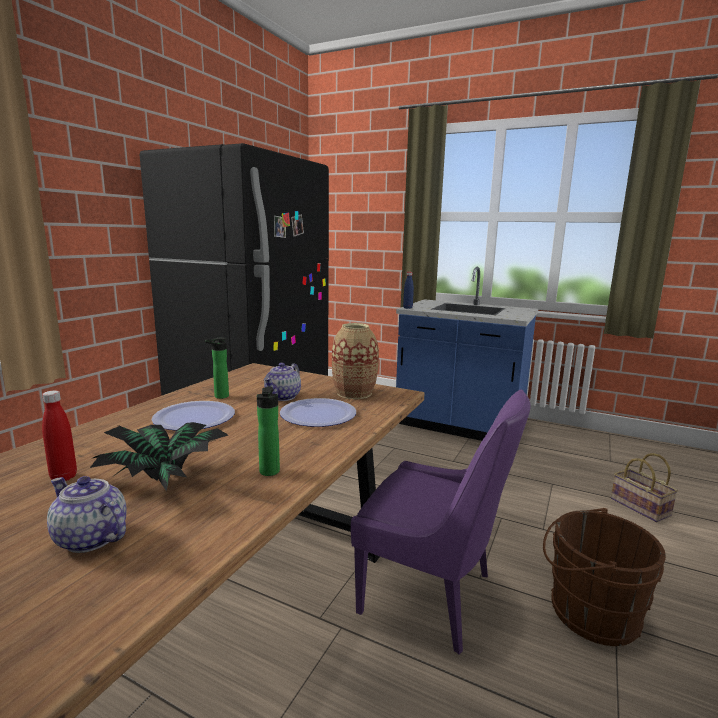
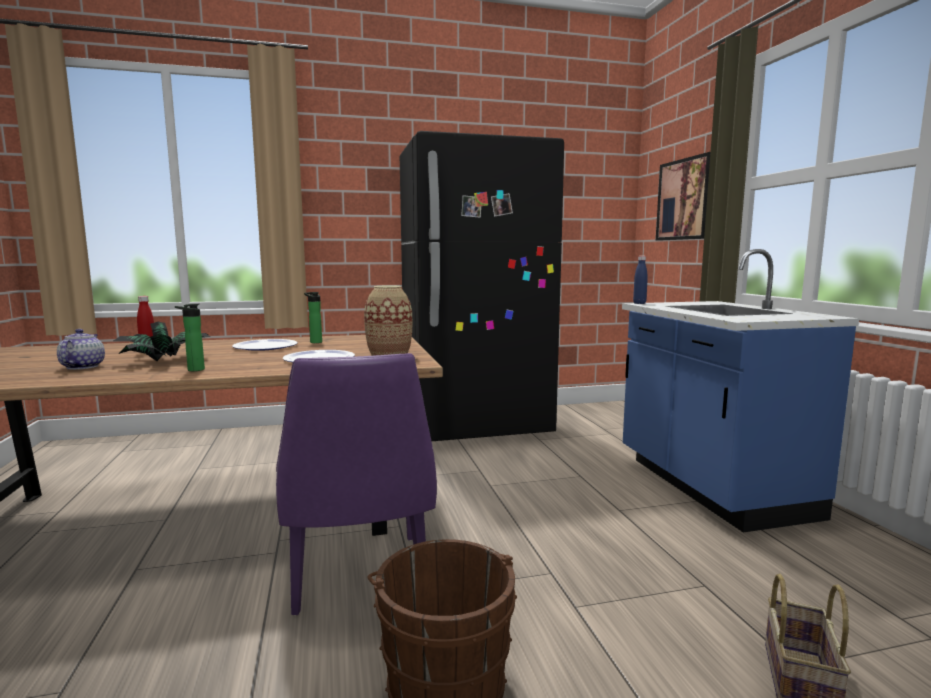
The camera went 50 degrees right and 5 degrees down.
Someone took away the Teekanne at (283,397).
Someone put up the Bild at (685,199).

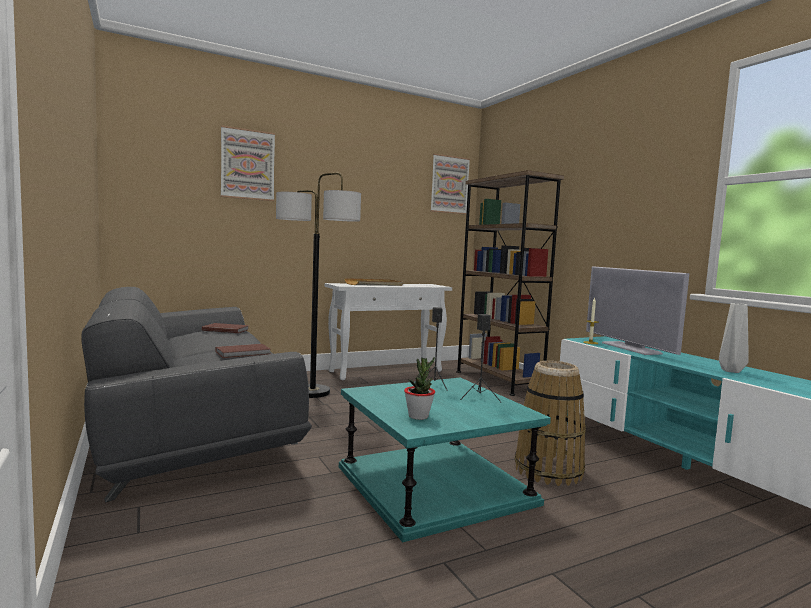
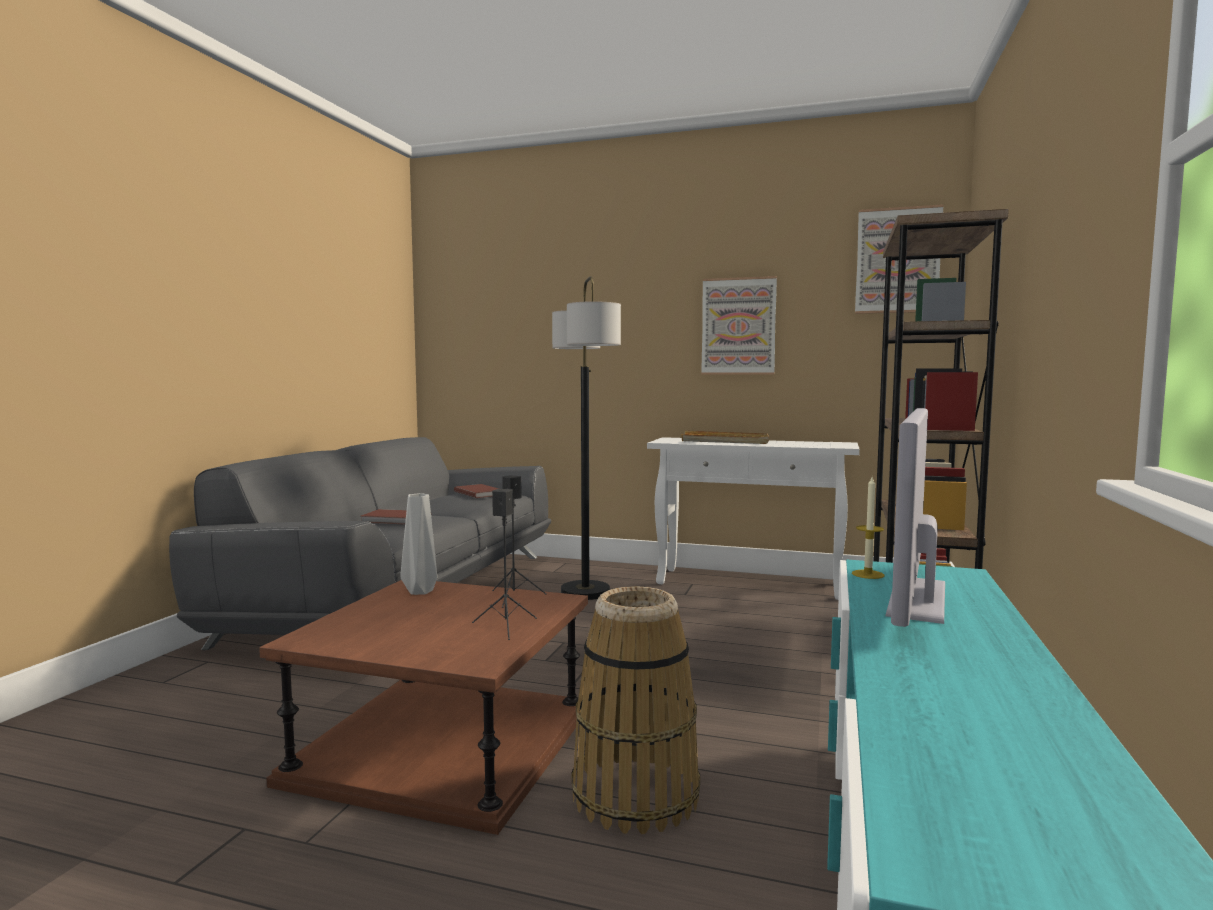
The camera went 45 degrees right and 0 degrees up.
Someone took away the Topfpflanze at (418,416).
Someone carried the Bild from (247,164) to (738,326).
Someone carried the Vase (grau) from (730,370) to (421,591).
Someone repainted the Beistelltisch (türkis) at (434,485), which became the Beistelltisch (braun) at (443,744).

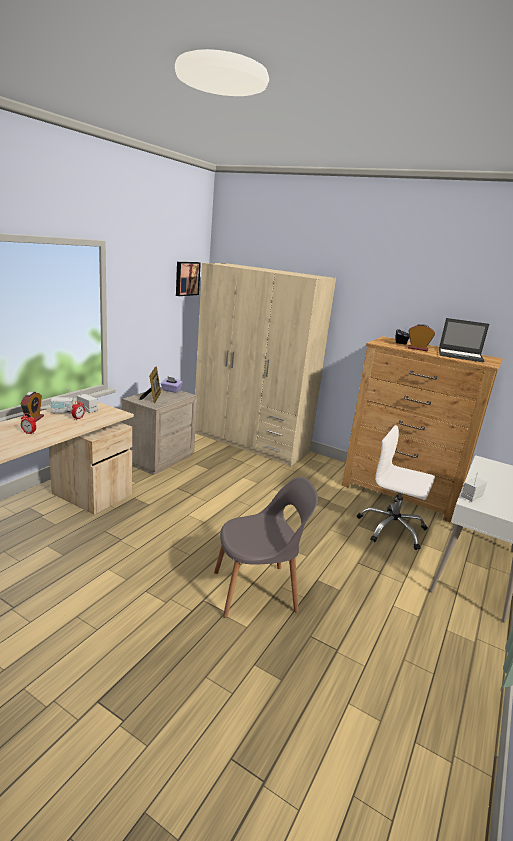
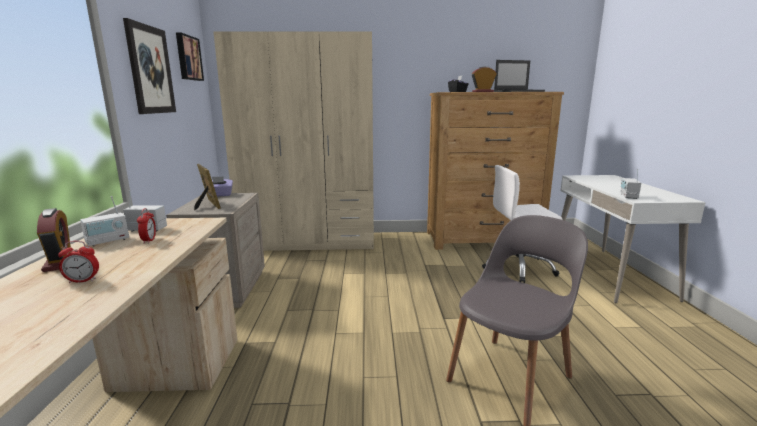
The camera went 30 degrees left and 5 degrees down.
Someone put up the Bild at (150,70).

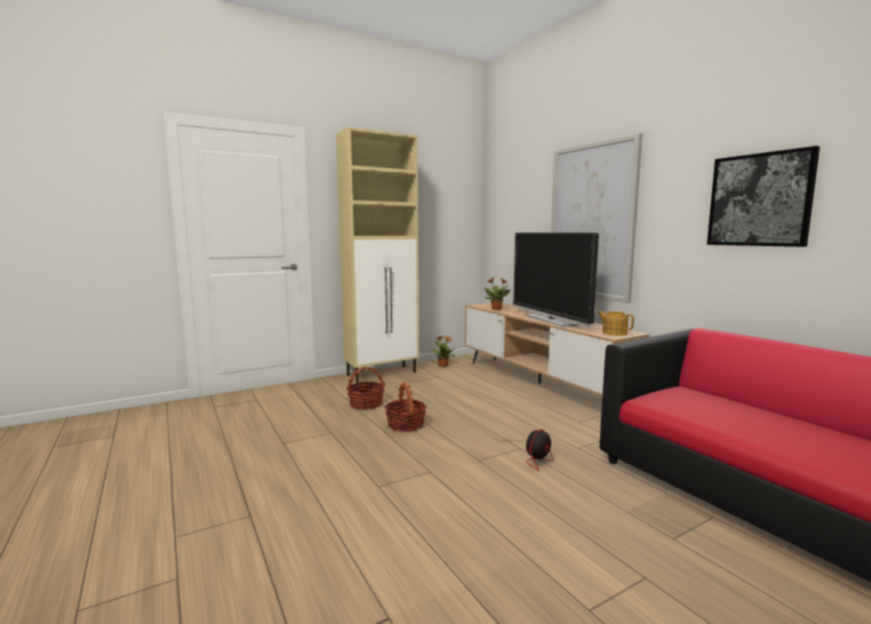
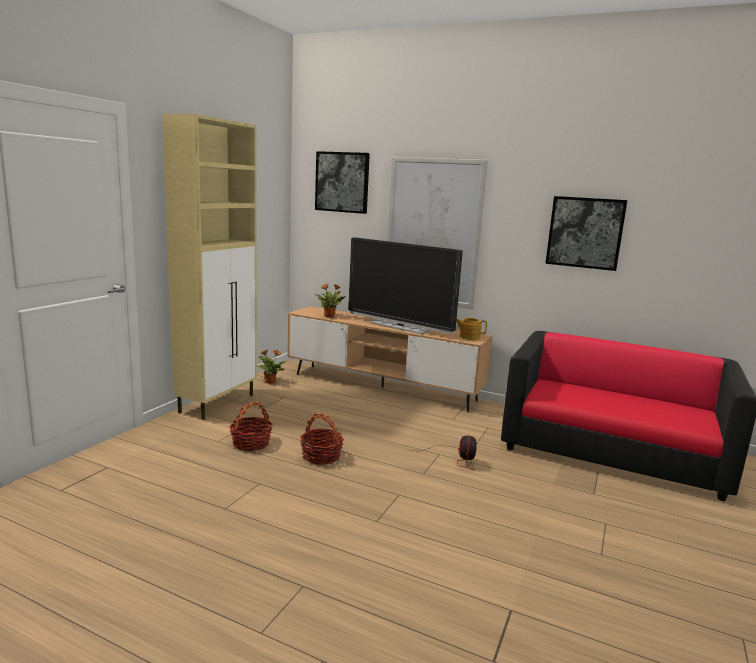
The camera went 35 degrees left and 5 degrees up.
Someone put up the Bild at (342,182).

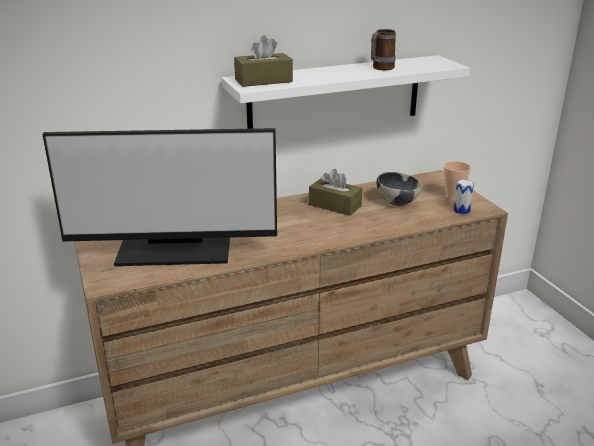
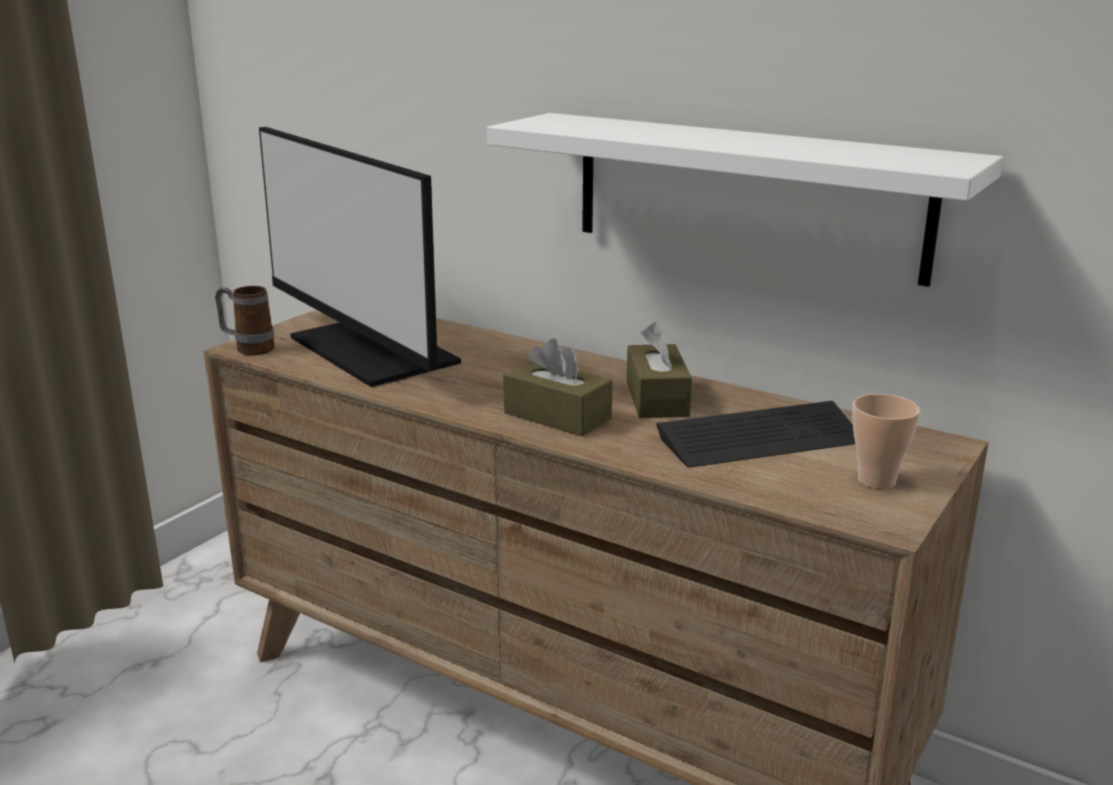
The camera went 55 degrees right and 5 degrees down.
Someone took away the Dose at (461,210).
Someone carried the Taschentuchbox (braun) from (263,81) to (557,416).
Someone carried the Henkelbecher from (380,68) to (248,349).
Someone swapped the Schüssel at (397,202) for the Tastatur at (759,438).

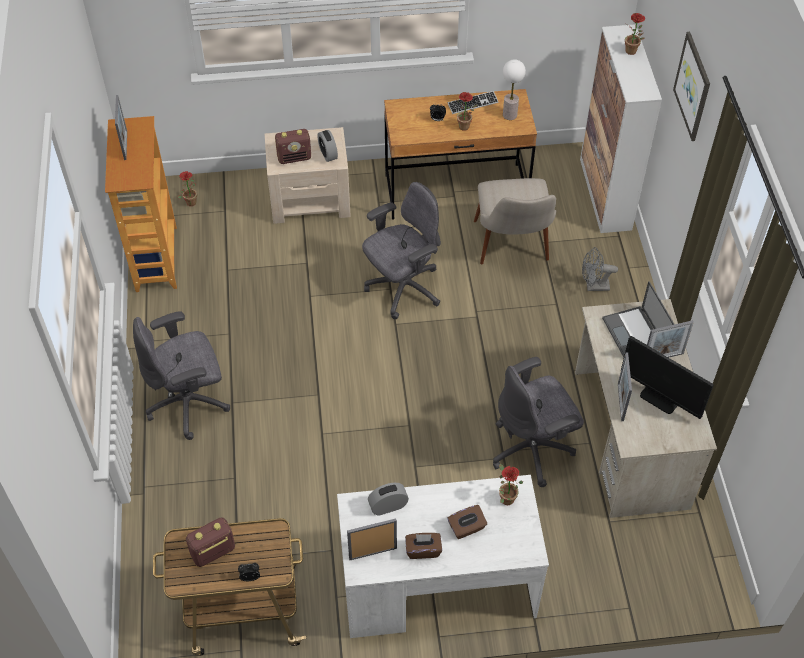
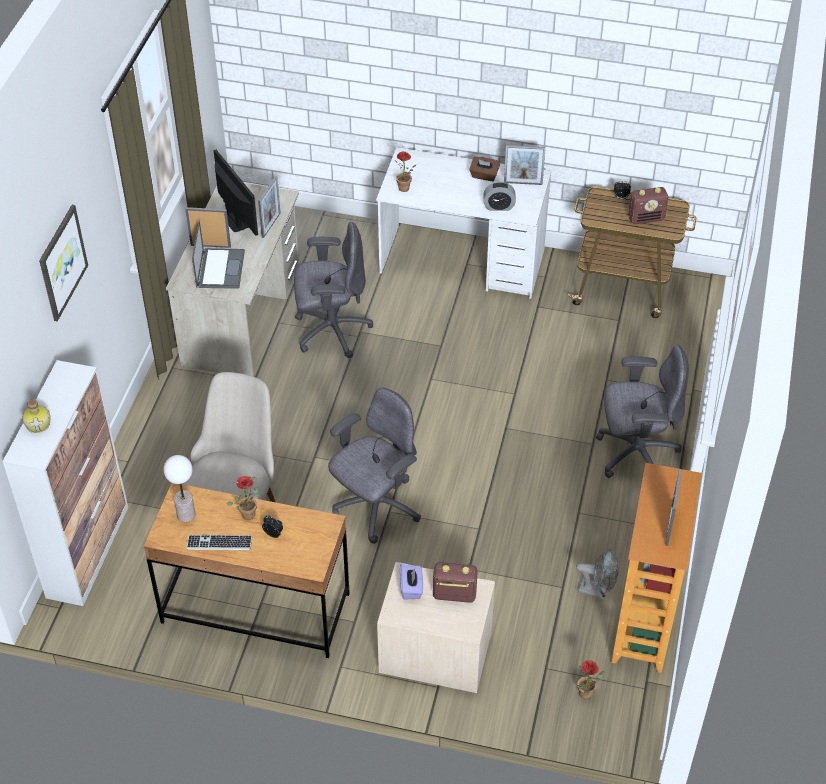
The camera went 160 degrees left and 5 degrees down.
Someone took away the Taschentuchbox (braun) at (467,528).
Someone carried the Ventilator (grau) from (593,286) to (597,591).
Someone swapped the Wecker at (328,154) for the Taschentuchbox (lila) at (411,588).
Someone swapped the Topfpflanze at (632,52) for the Flasche at (38,424).
Someone rotated the Bürostuhl (grau) at (403,289) by 150 degrees clockwise.

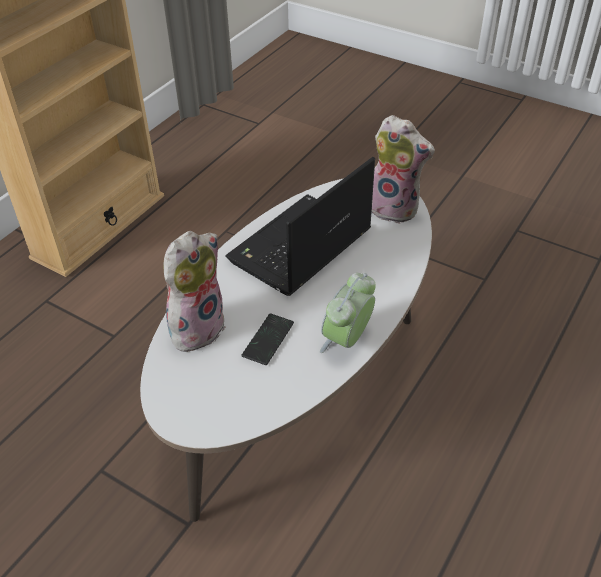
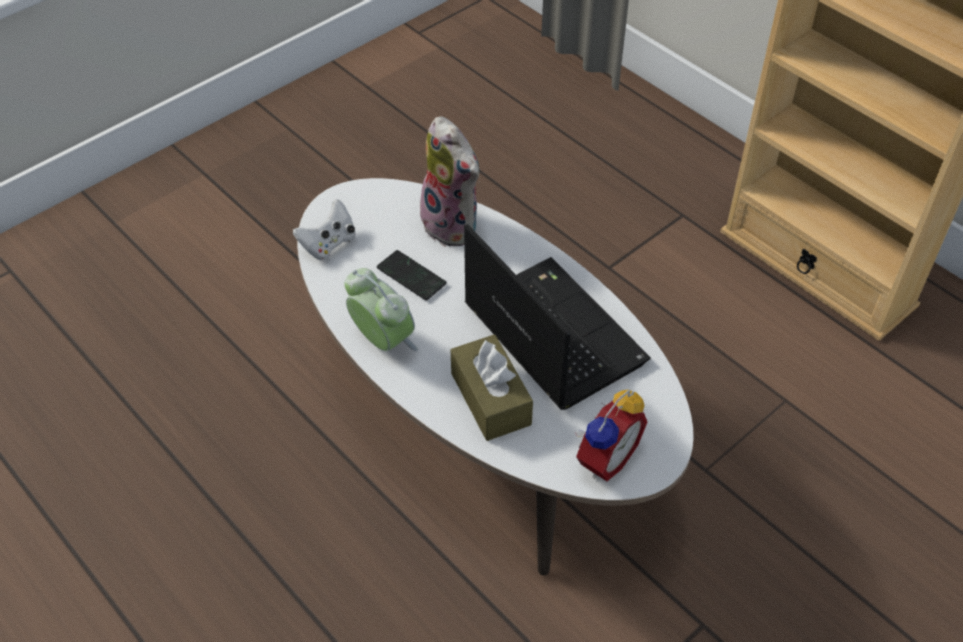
The camera went 105 degrees right and 5 degrees up.
Someone put down the Gamepad (weiß) at (328,244).
Someone put down the Taschentuchbox (braun) at (490,399).
Someone swapped the Plüschtier at (394,208) for the Wecker at (603,458).

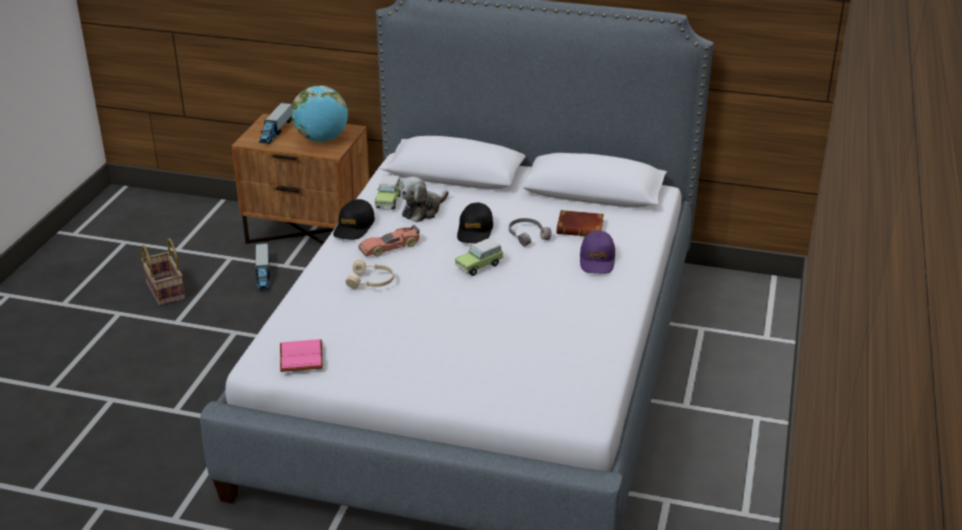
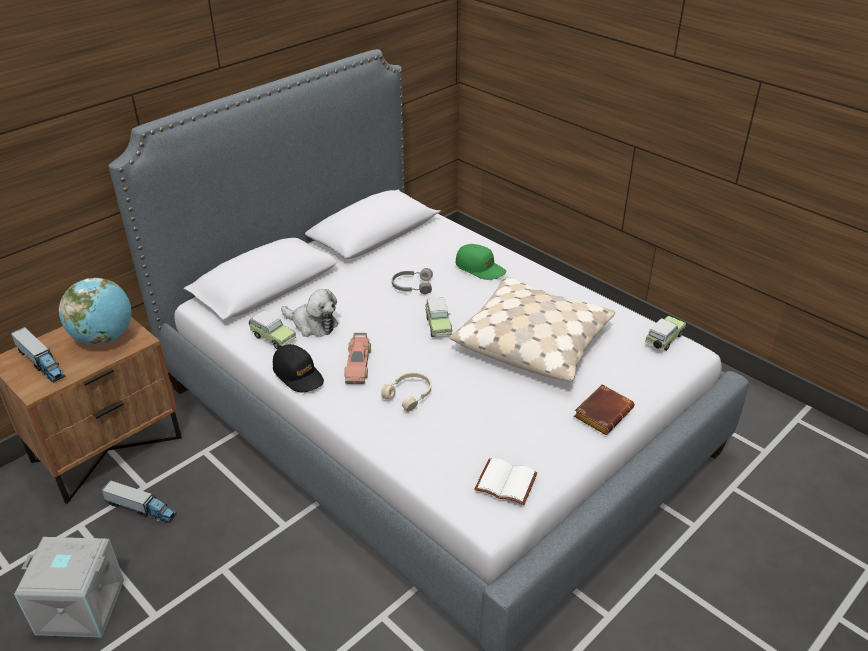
The camera went 60 degrees left and 5 degrees up.
Someone took away the Kappe (schwarz) at (475,231).
Someone put down the Kissen (beige) at (533,341).
Someone put down the Spielzeugauto at (663,340).
Someone carried the Buch (braun) from (581,228) to (602,412).
Someone swapped the Korb at (164,291) for the Aufbewahrungsbox (grau) at (79,608).
Someone repainted the Buch (rosa) at (300,356), which became the Buch (weiß) at (504,483).
Someone repainted the Kappe (lila) at (597,260), which became the Kappe (grün) at (480,268).
Someone rotated the Plüschtier at (423,210) by 45 degrees counterclockwise.

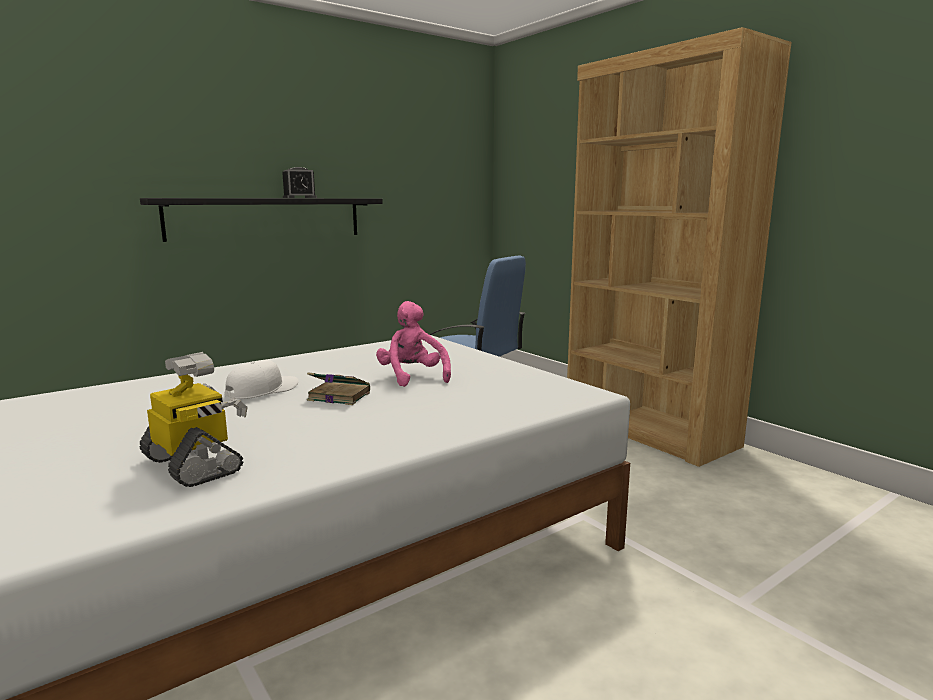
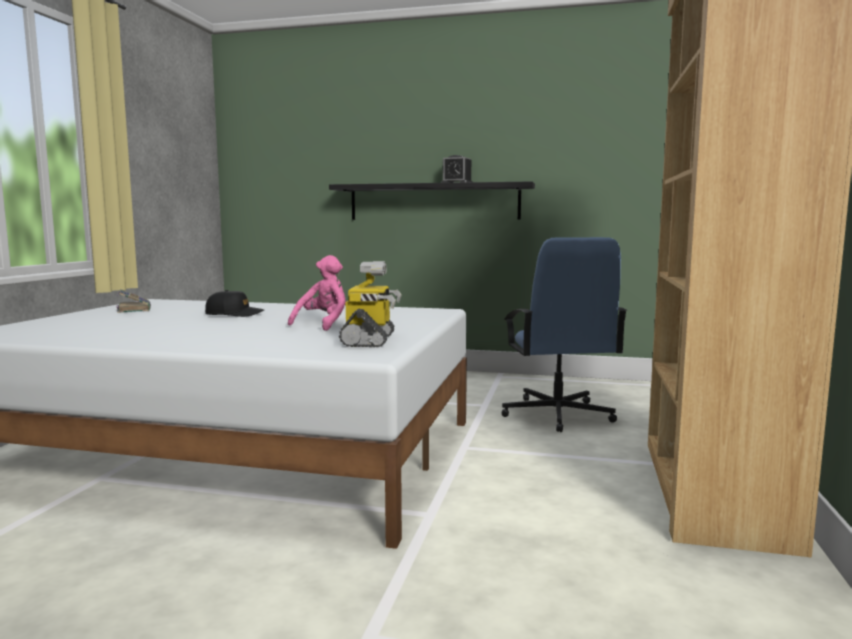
The camera went 50 degrees right and 5 degrees down.
Someone carried the Spielzeugroboter from (194,465) to (370,340).
Someone carried the Buch from (338,396) to (134,309).
Someone repainted the Kappe (weiß) at (262,390), which became the Kappe (schwarz) at (234,314).

